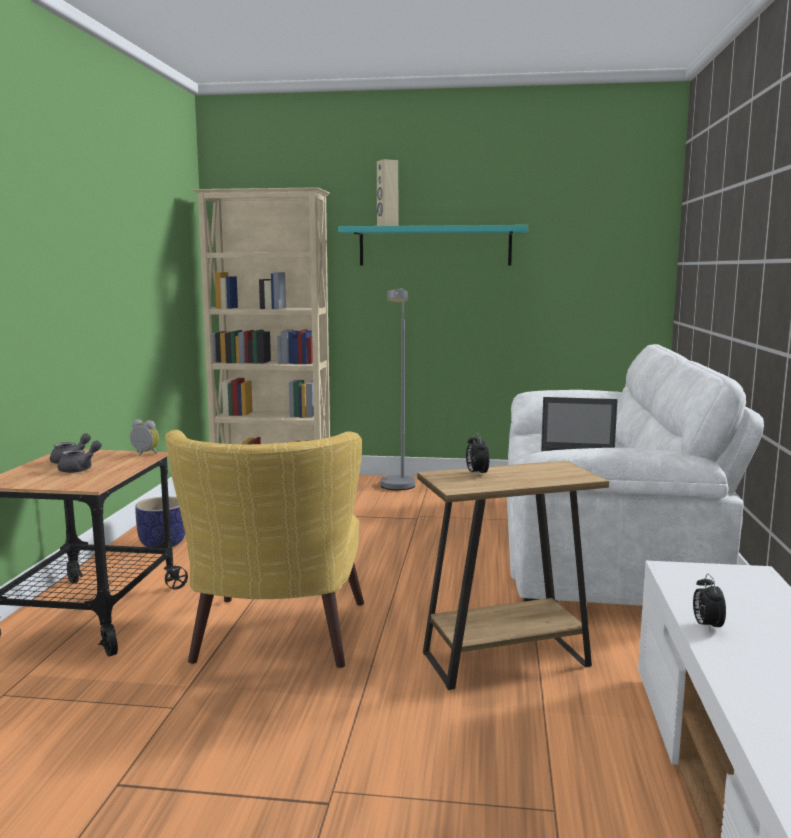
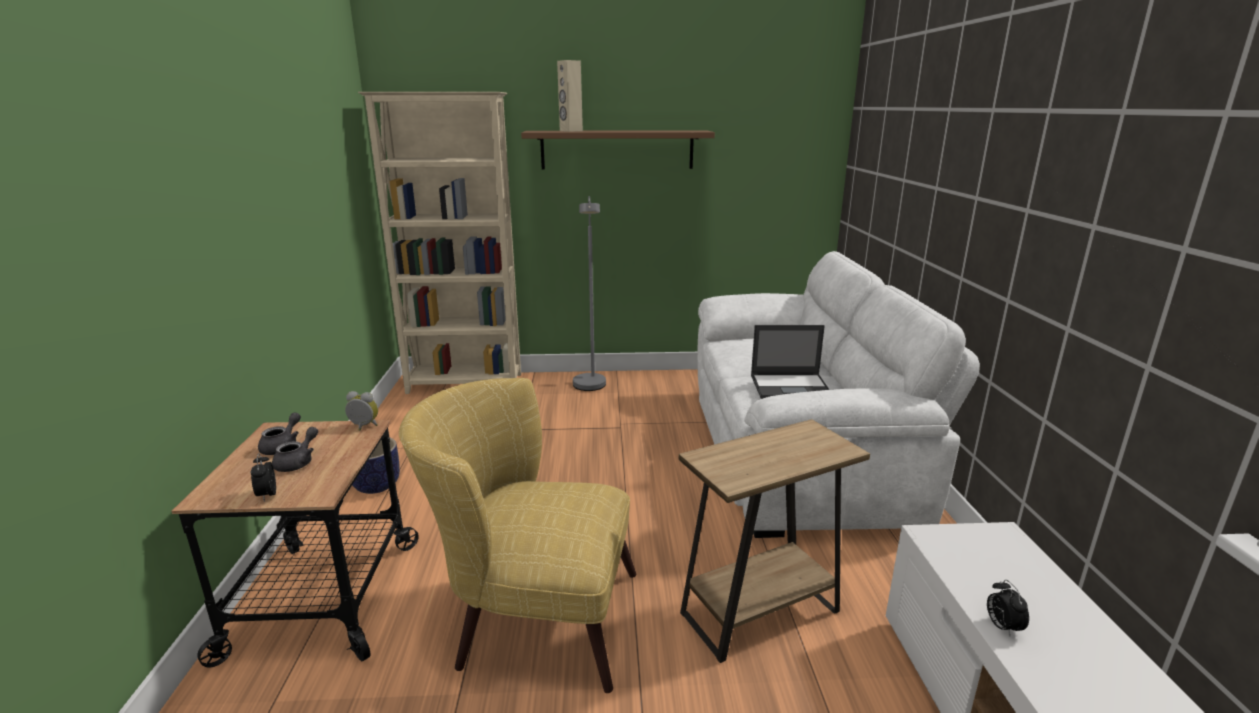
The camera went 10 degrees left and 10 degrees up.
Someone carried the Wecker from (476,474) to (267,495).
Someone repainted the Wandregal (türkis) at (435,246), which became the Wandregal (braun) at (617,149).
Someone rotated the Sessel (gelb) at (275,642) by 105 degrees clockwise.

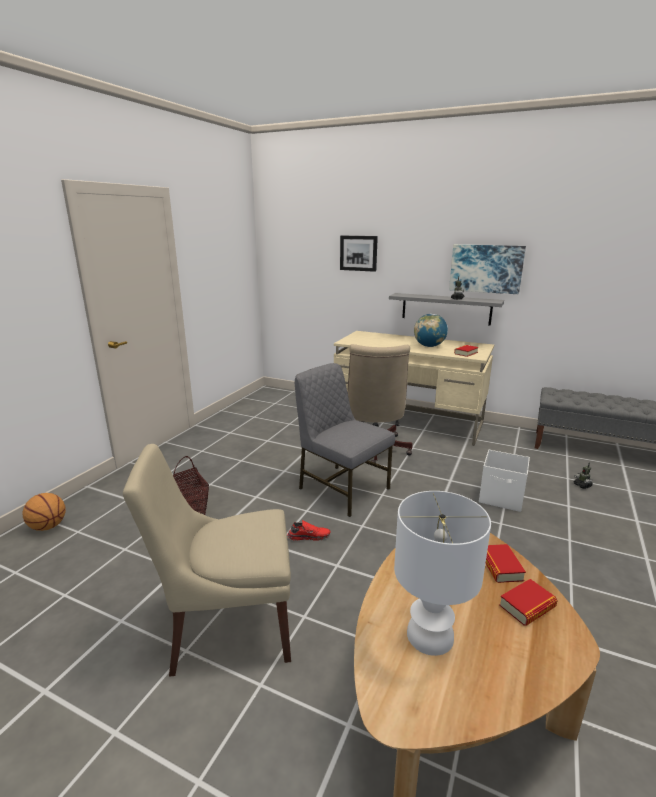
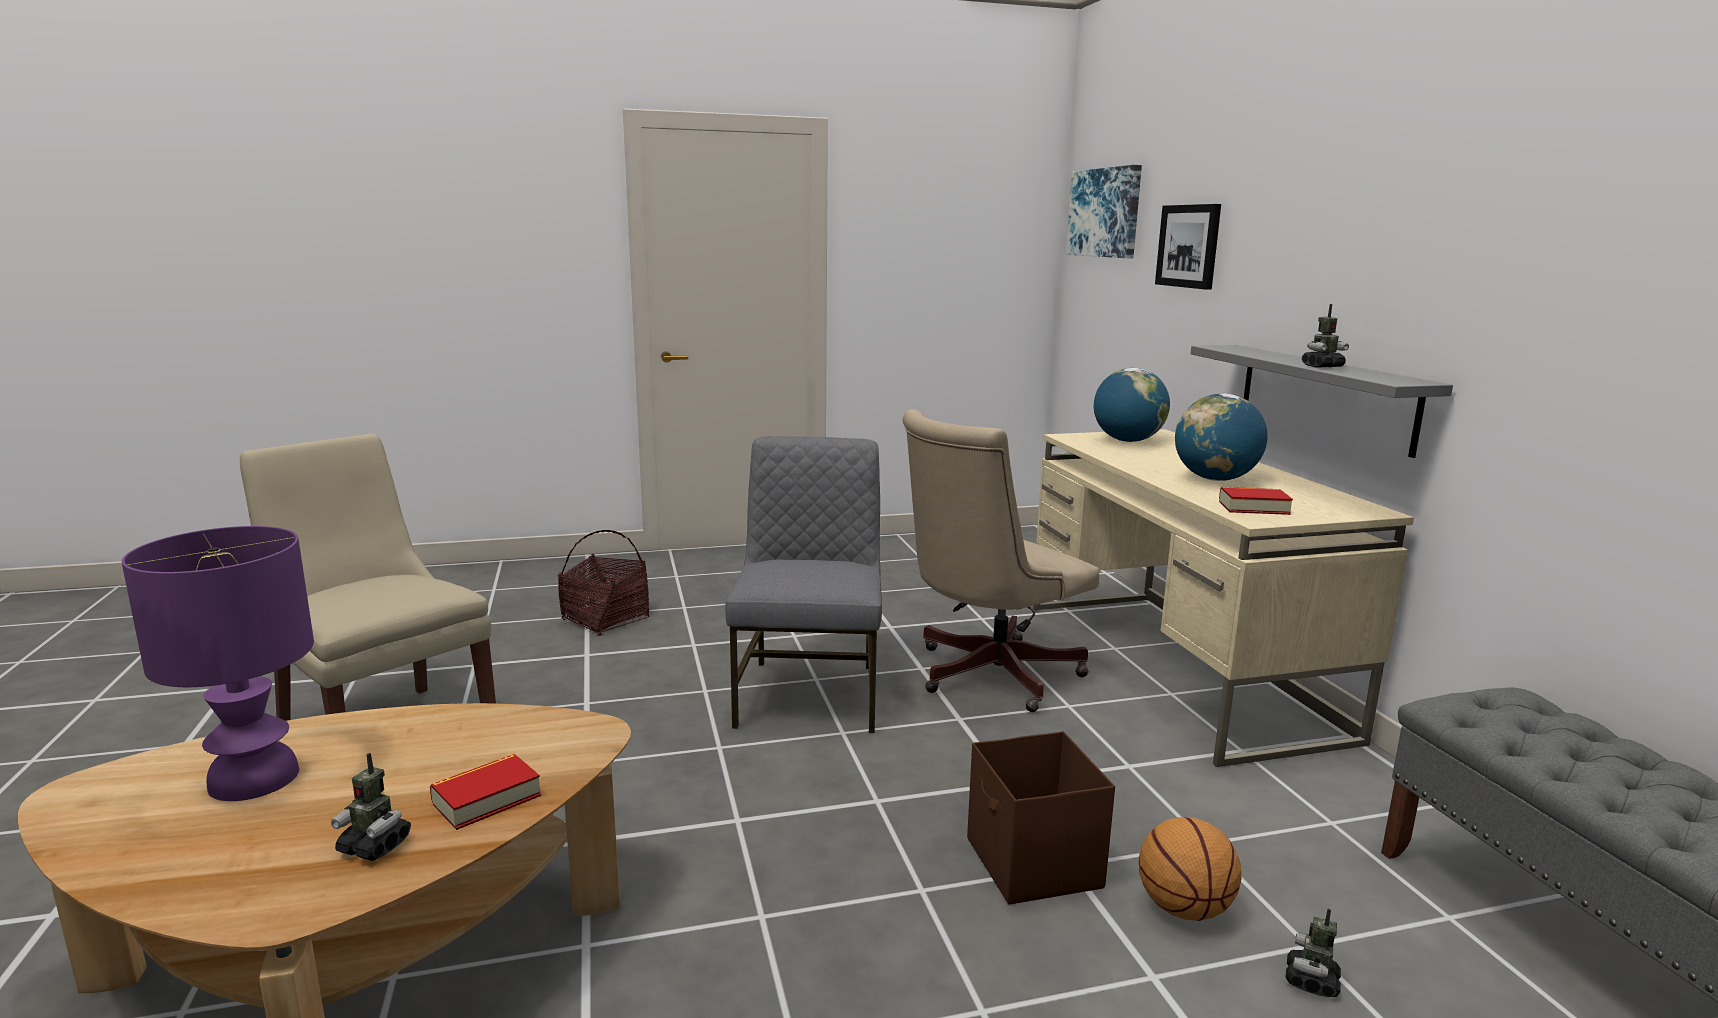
The camera went 50 degrees right and 5 degrees down.
Someone took away the Schuh (rot) at (309,536).
Someone put down the Globus at (1127,441).
Someone carried the Basketball from (47,527) to (1183,908).
Someone carried the Bild from (486,268) to (1105,213).
Someone swapped the Buch at (527,606) for the Spielzeugroboter at (375,846).
Someone repainted the Tischlampe (weiß) at (431,635), which became the Tischlampe (lila) at (255,780).
Someone repainted the Aufbewahrungsbox (weiß) at (502,498), which became the Aufbewahrungsbox (braun) at (1033,865).

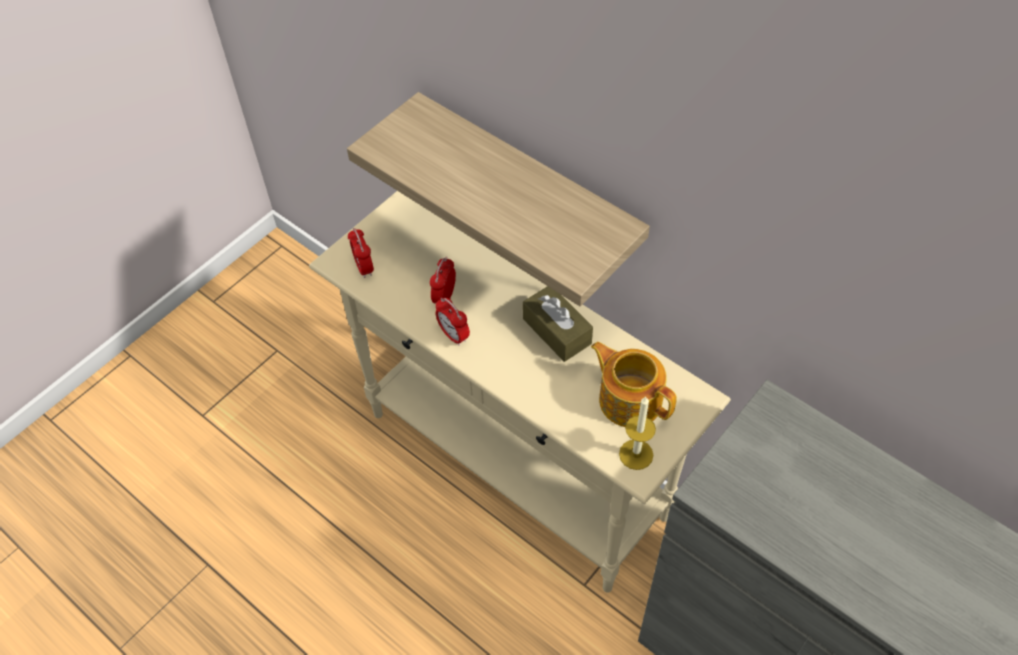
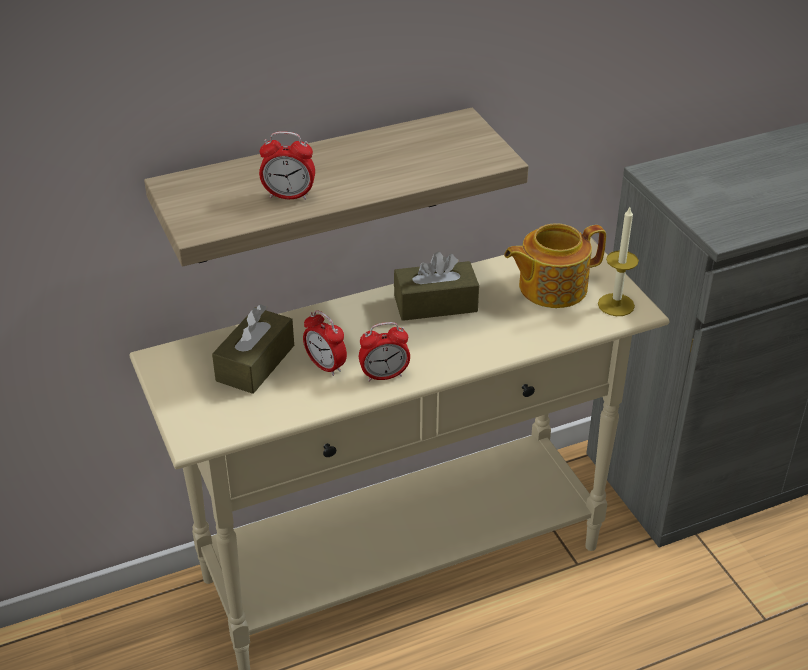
The camera went 65 degrees left and 15 degrees down.
Someone put down the Taschentuchbox (braun) at (255,363).
Someone carried the Wecker from (364,267) to (289,196).

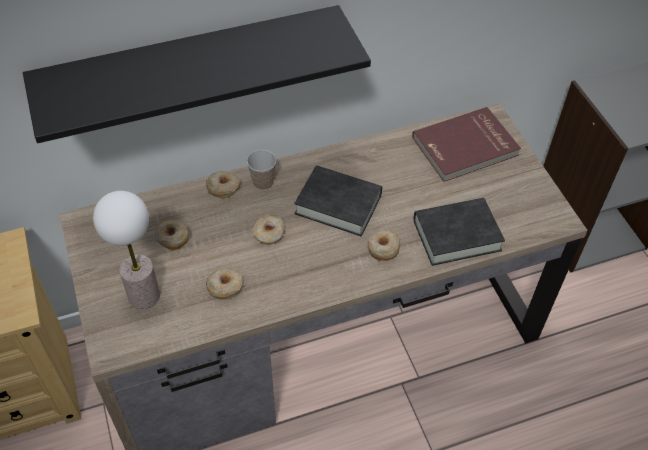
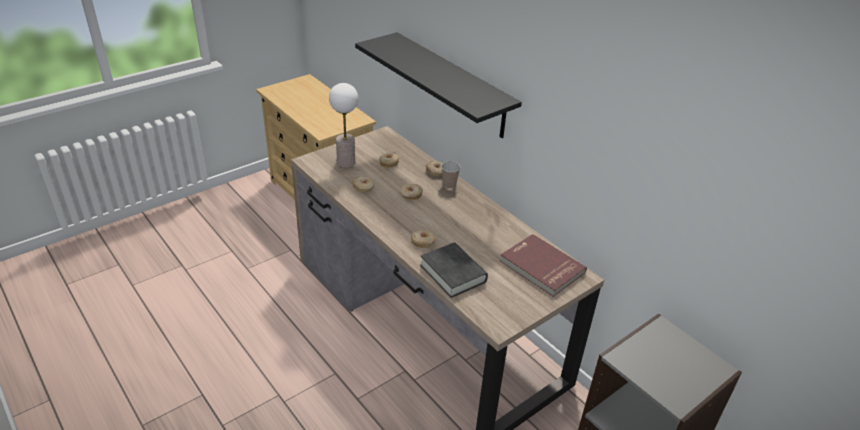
The camera went 70 degrees right and 15 degrees down.
Someone took away the Buch (schwarz) at (338,204).

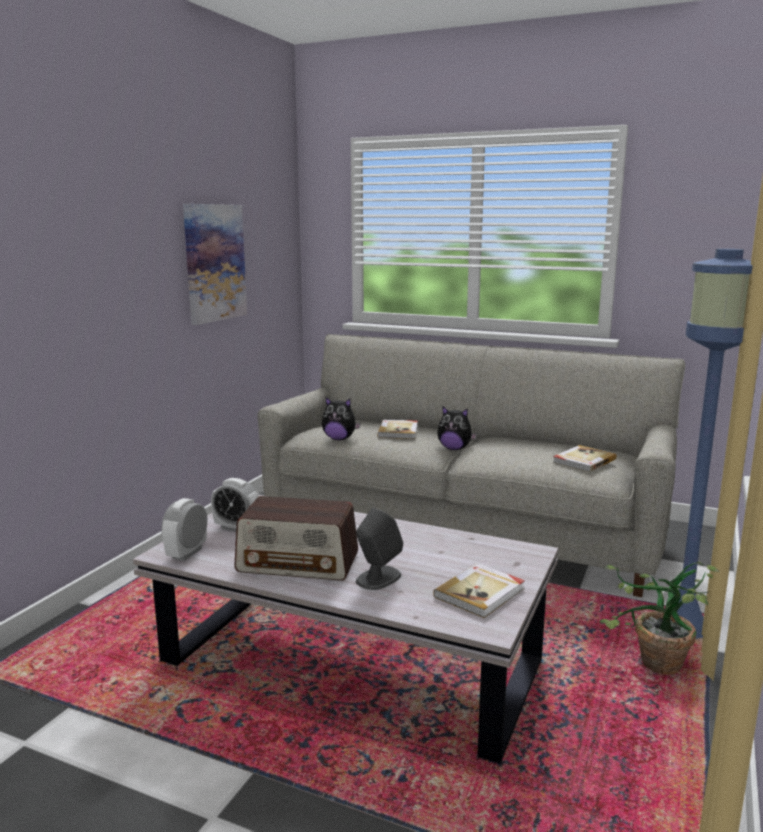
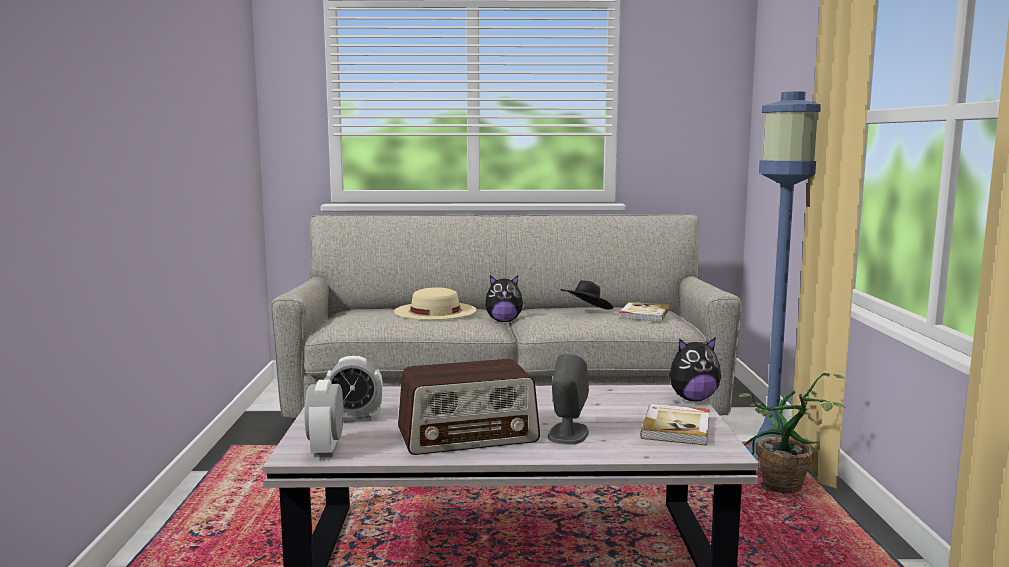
The camera went 25 degrees left and 5 degrees down.
Someone took away the Bild at (214,263).
Someone put down the Hut (schwarz) at (586,311).
Someone carried the Plüschtier from (339,439) to (692,399).
Someone swapped the Buch at (399,431) for the Hut (beige) at (435,311).

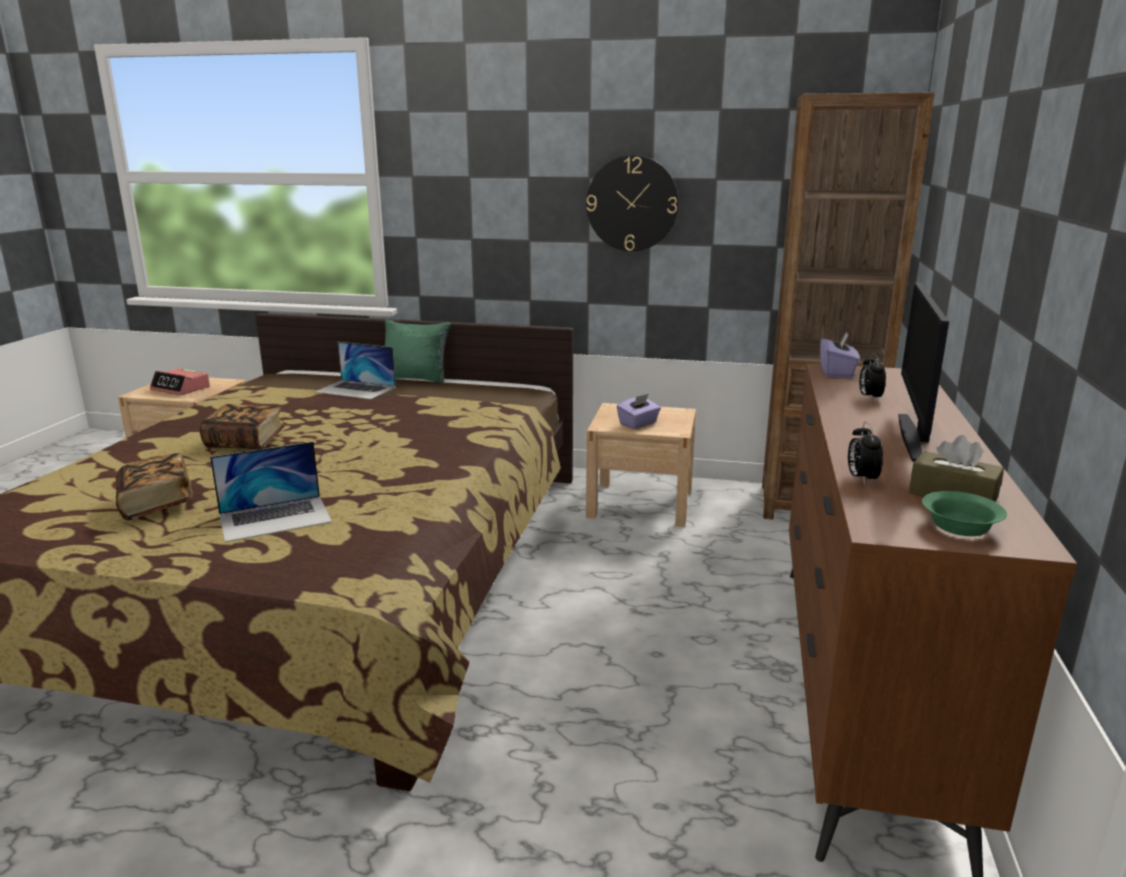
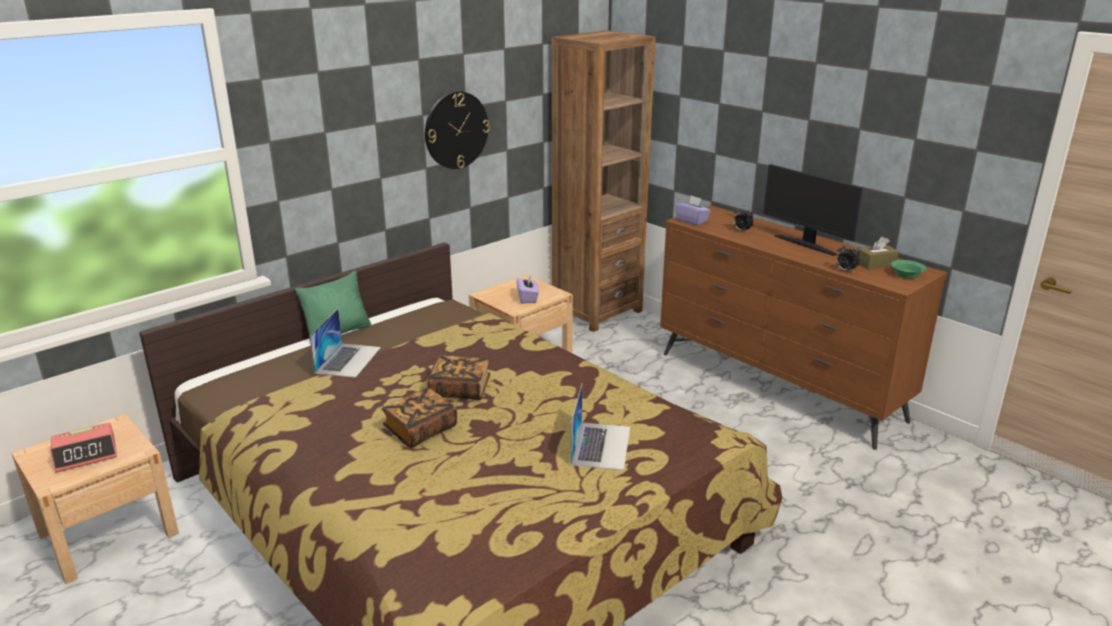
The camera went 55 degrees left and 5 degrees up.
Someone carried the Buch from (156,504) to (460,390).
Someone rotated the Laptop at (356,389) by 45 degrees counterclockwise.

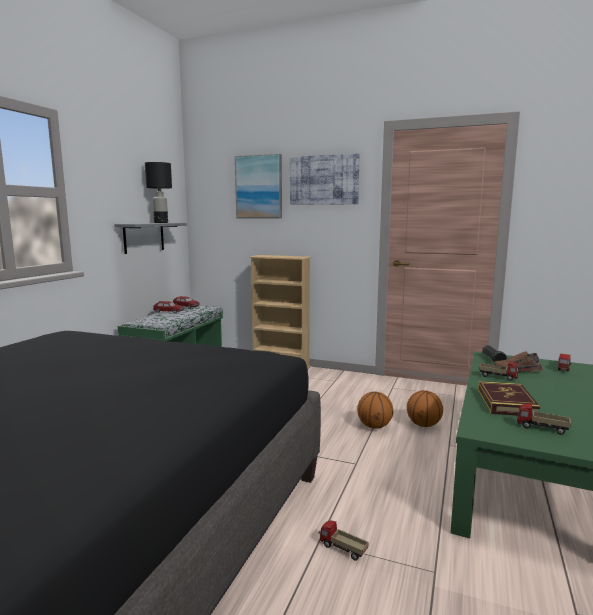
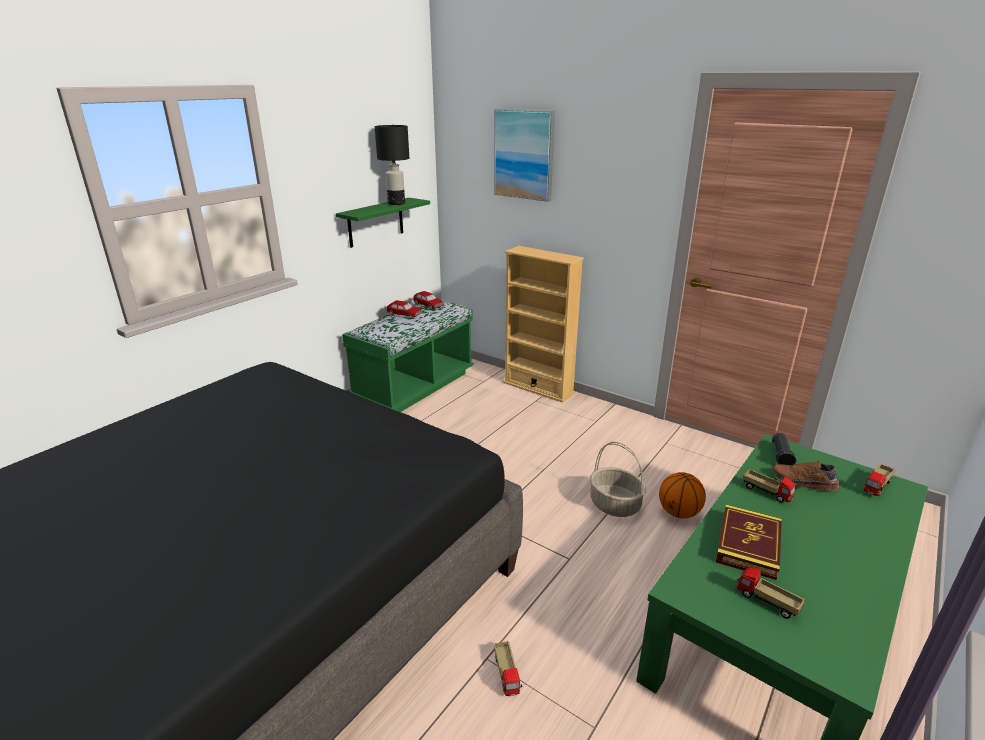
The camera went 15 degrees right and 15 degrees up.
Someone took away the Bild at (324,180).
Someone swapped the Basketball at (374,426) for the Korb at (615,505).
Someone repainted the Wandregal (grau) at (144,237), which became the Wandregal (grün) at (376,222).
Someone rotated the Spielzeuglaster at (342,549) by 150 degrees counterclockwise.

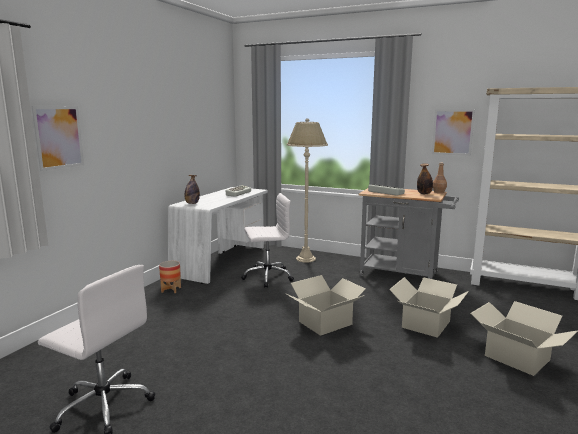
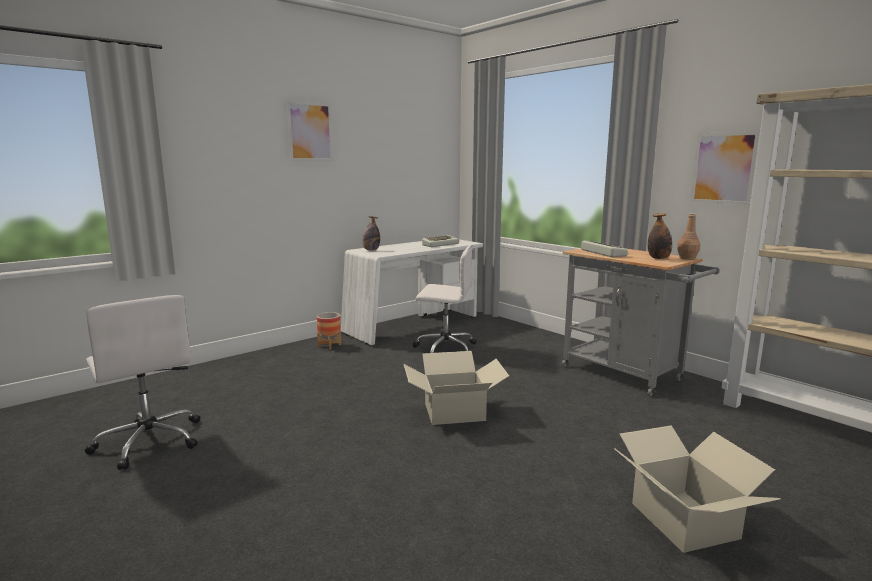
The camera went 25 degrees right and 0 degrees up.
Someone took away the Stehlampe (beige) at (306,259).
Someone took away the Karton at (426,324).
Someone carried the Bild from (59,137) to (310,132).

